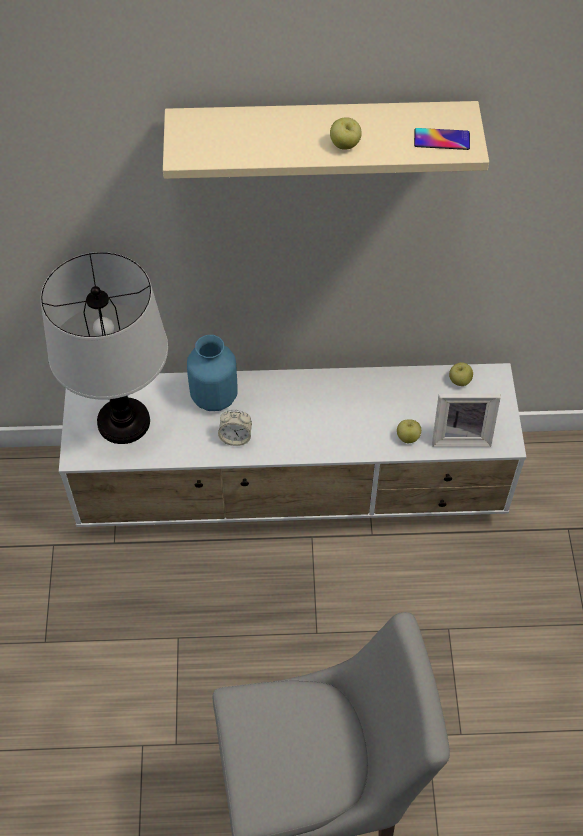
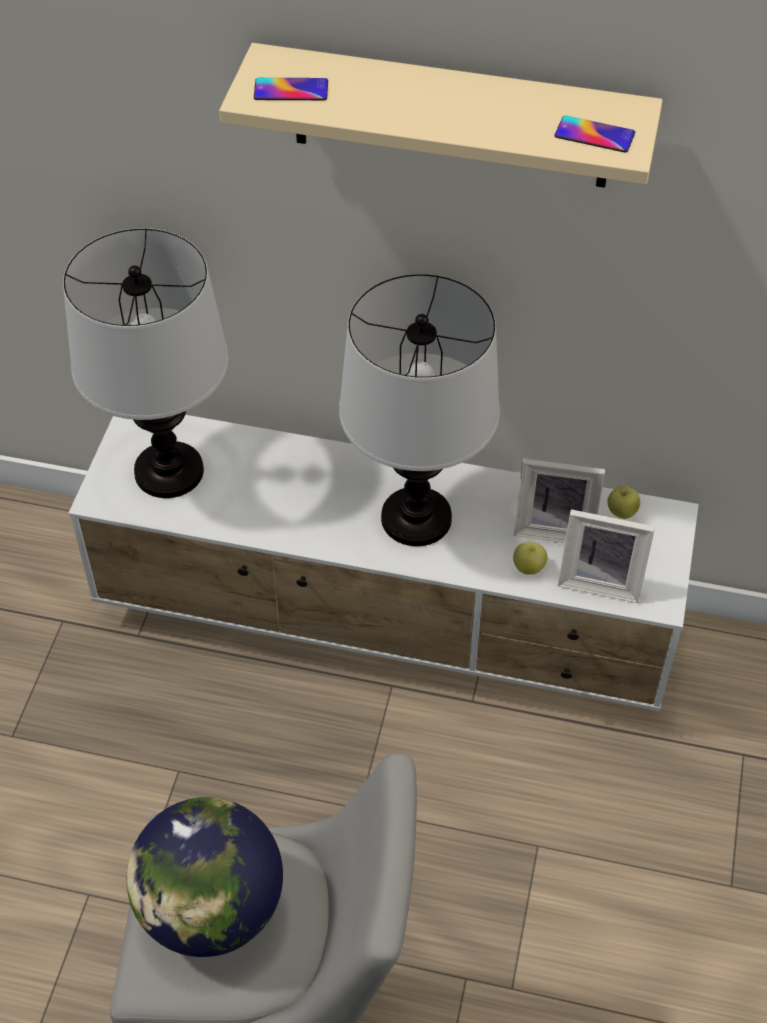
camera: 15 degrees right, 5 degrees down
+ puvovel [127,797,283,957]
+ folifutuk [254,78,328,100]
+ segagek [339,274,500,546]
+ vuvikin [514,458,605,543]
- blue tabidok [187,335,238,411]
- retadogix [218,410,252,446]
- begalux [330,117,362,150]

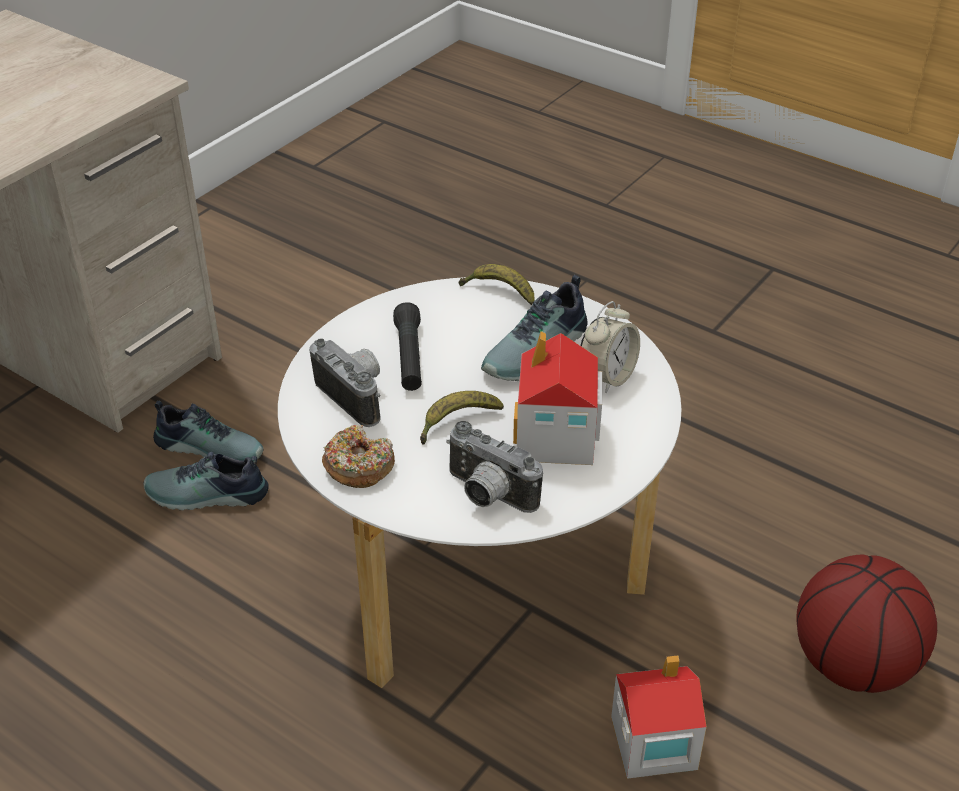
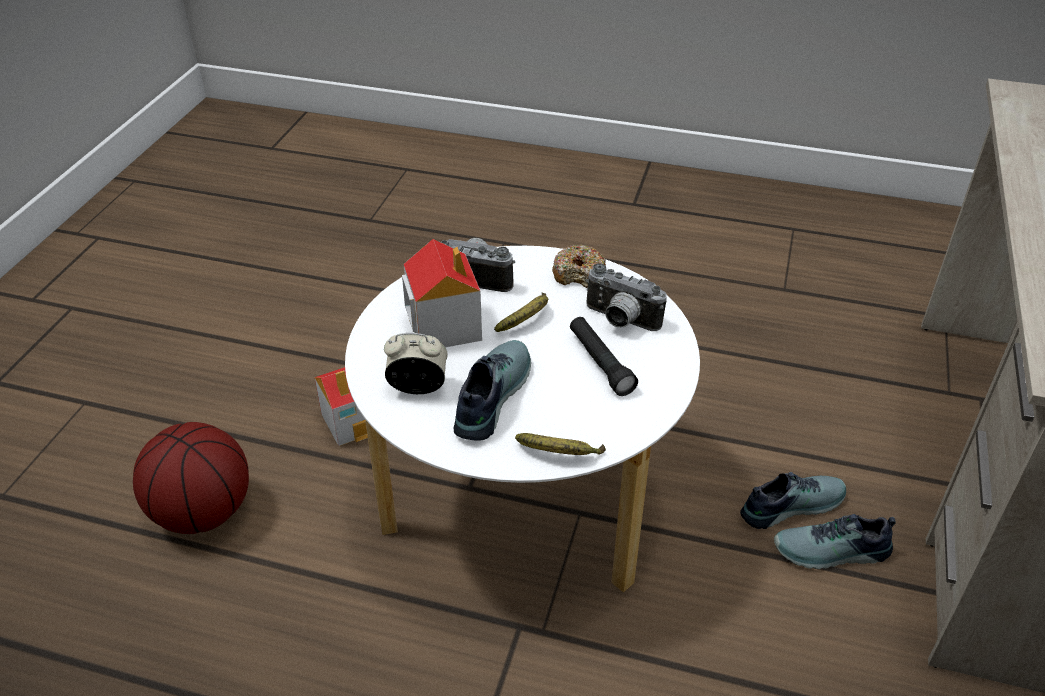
camera: 160 degrees right, 0 degrees up
~ retadogix [580,301,640,393] = [384,333,448,394] 75 degrees clockwise

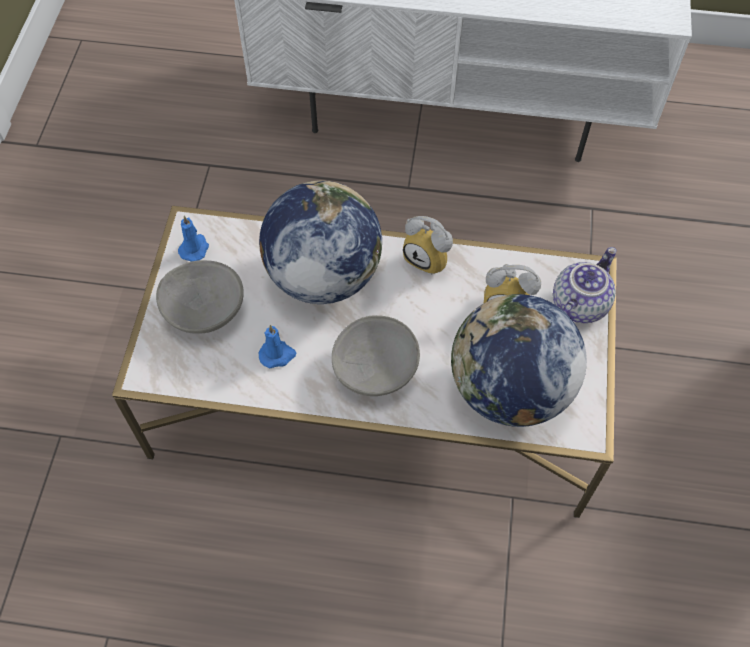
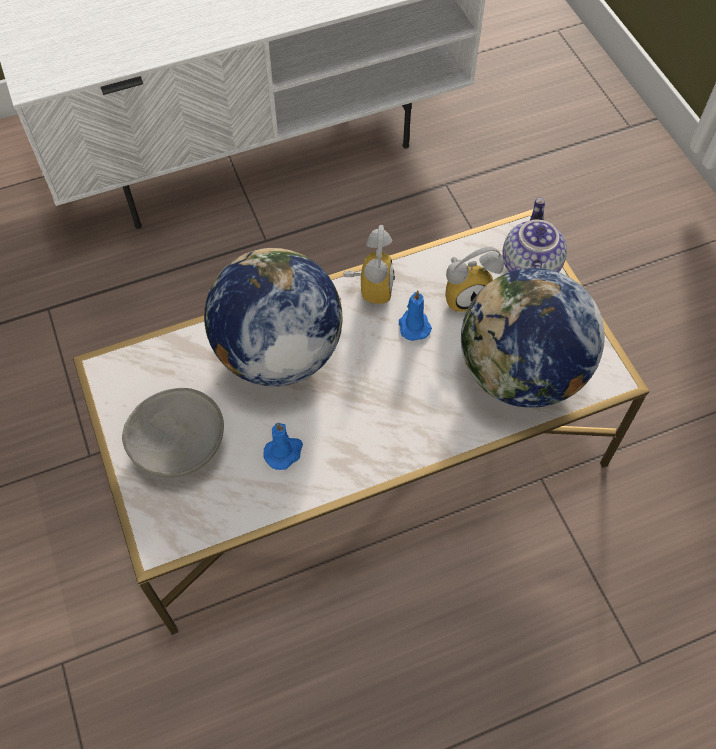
camera: 30 degrees left, 0 degrees up
~ retadogix [403,216,453,275] = [343,225,395,304] 90 degrees counterclockwise
~ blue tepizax [178,215,209,261] to [399,290,432,341]
- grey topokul [332,315,420,396]

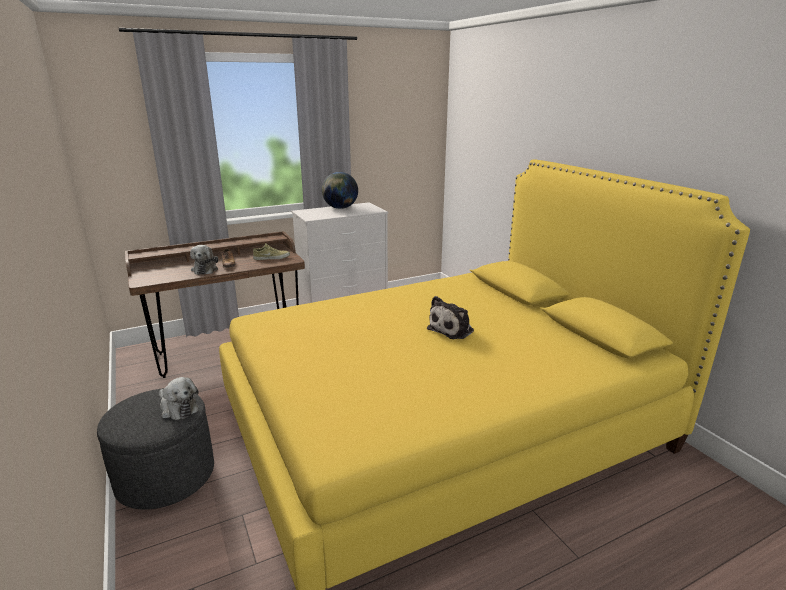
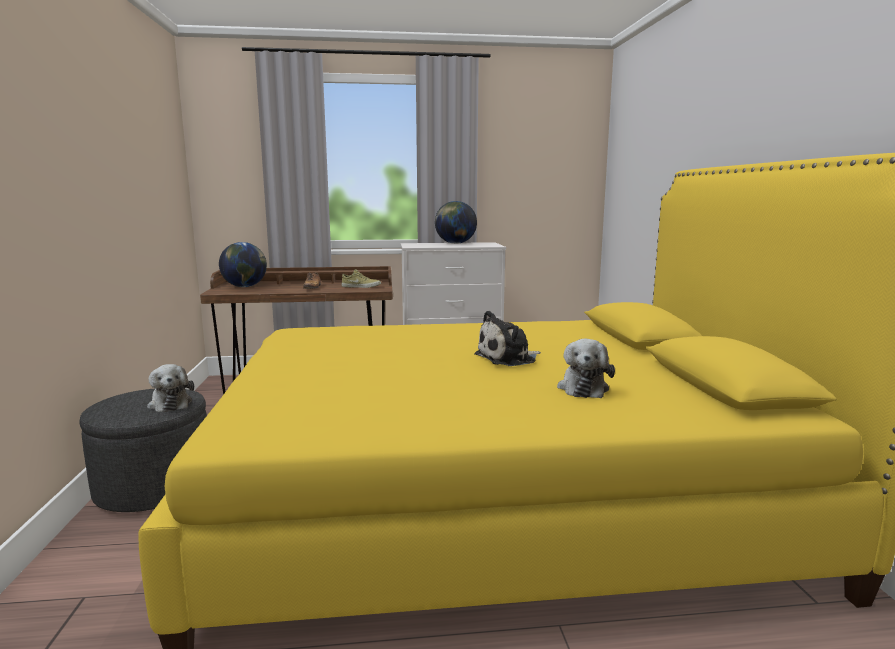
camera: 20 degrees right, 10 degrees down
+ puvovel [219,242,267,287]
~ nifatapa [190,245,218,275] to [557,338,615,398]

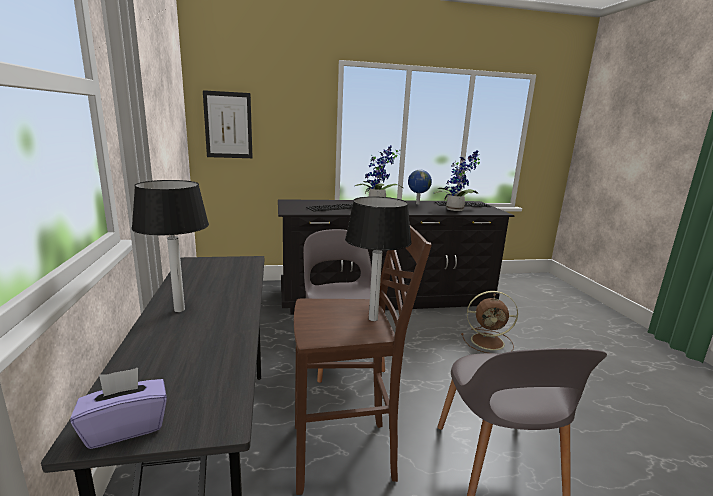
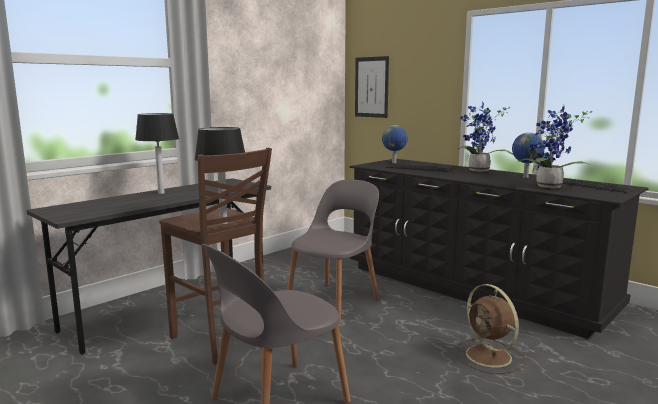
camera: 55 degrees right, 5 degrees down
+ puvovel [382,125,408,163]
- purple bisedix [70,368,167,449]

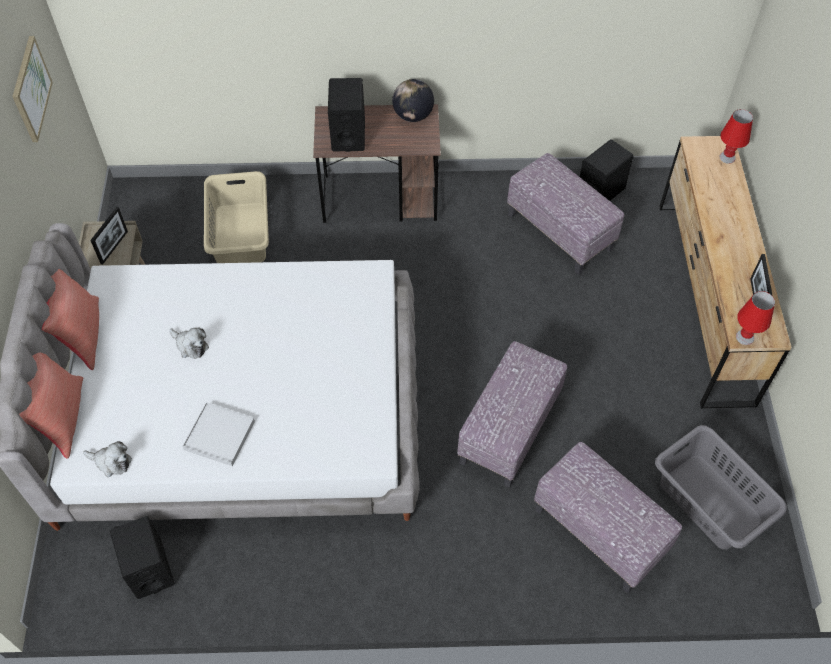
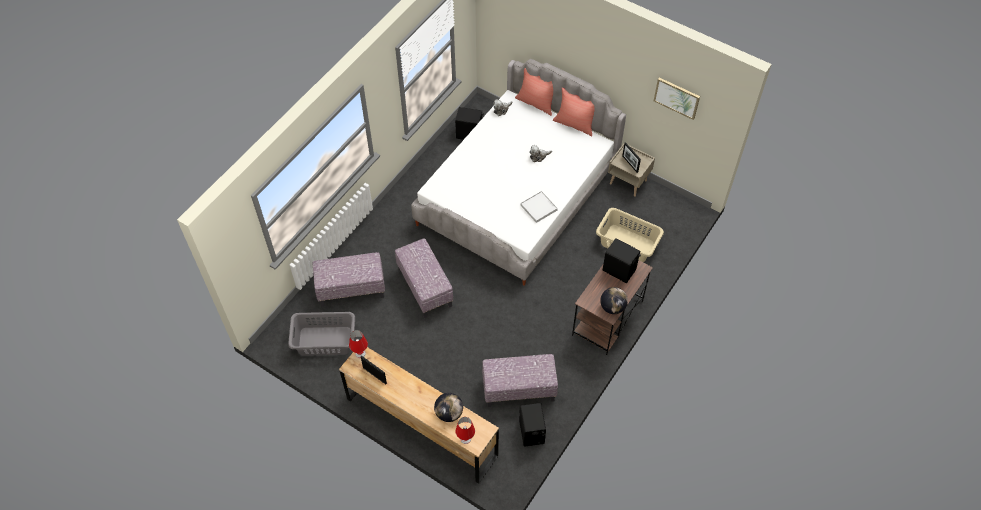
camera: 125 degrees right, 0 degrees up
+ puvovel [434,393,463,422]
~ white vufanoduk [182,402,255,466] to [520,191,558,223]

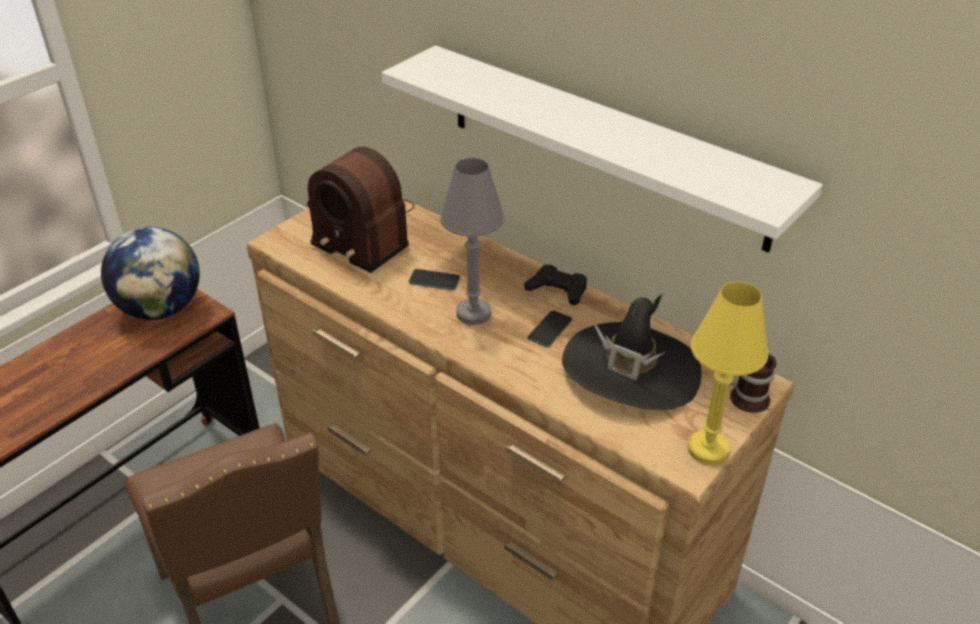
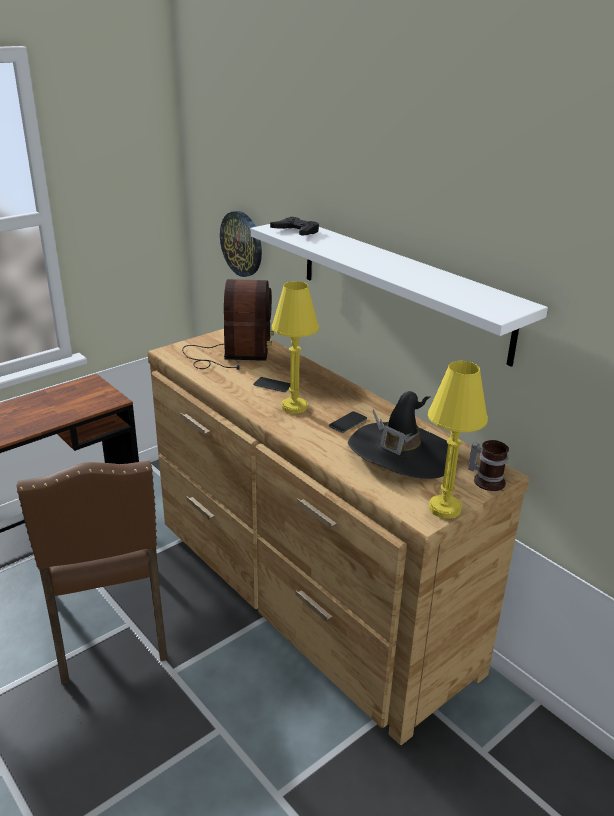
camera: 10 degrees right, 10 degrees down
~ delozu [307,147,415,273] = [182,279,274,370] 135 degrees counterclockwise
+ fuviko [220,211,262,277]
~ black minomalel [524,265,587,305] to [270,217,319,236]
~ grey segagek [440,158,504,325] to yellow segagek [272,281,319,414]
- puvovel [101,227,200,320]

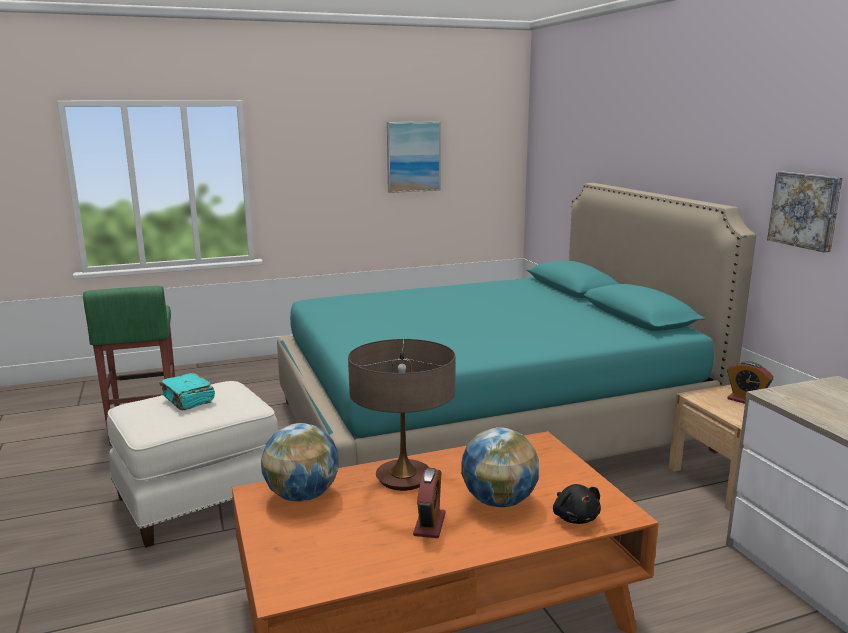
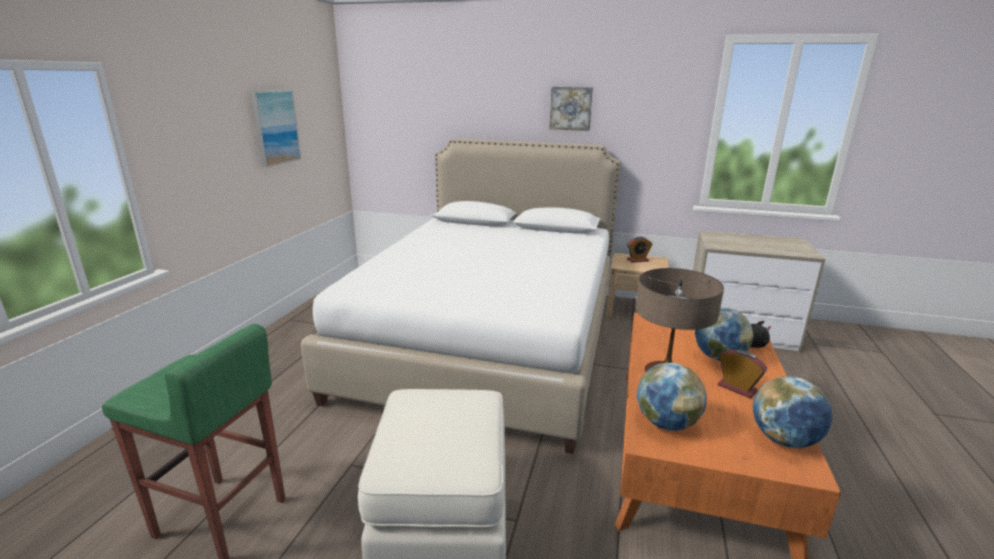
camera: 55 degrees left, 5 degrees up
~ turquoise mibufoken [277,183,756,468] to white mibufoken [301,139,621,454]
~ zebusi [767,172,843,252] to [549,87,593,131]
+ puvovel [753,376,833,448]
- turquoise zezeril [159,373,215,410]

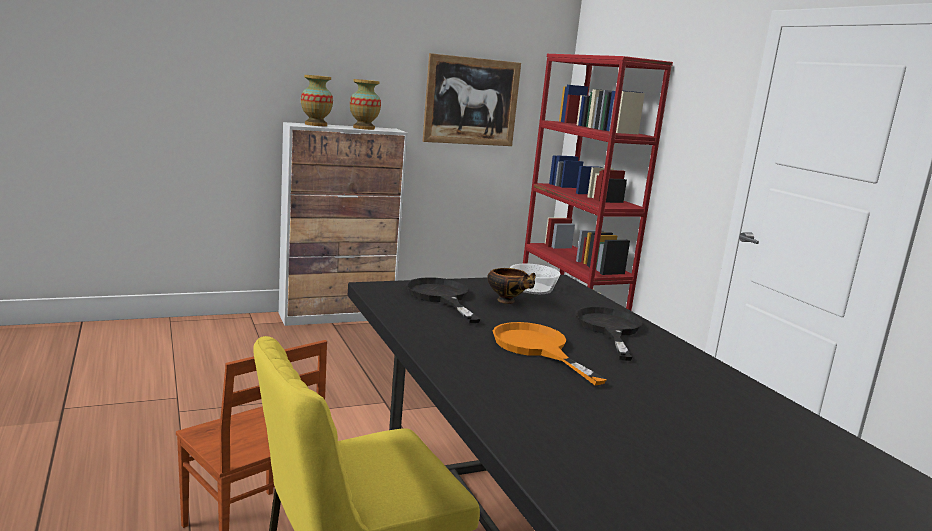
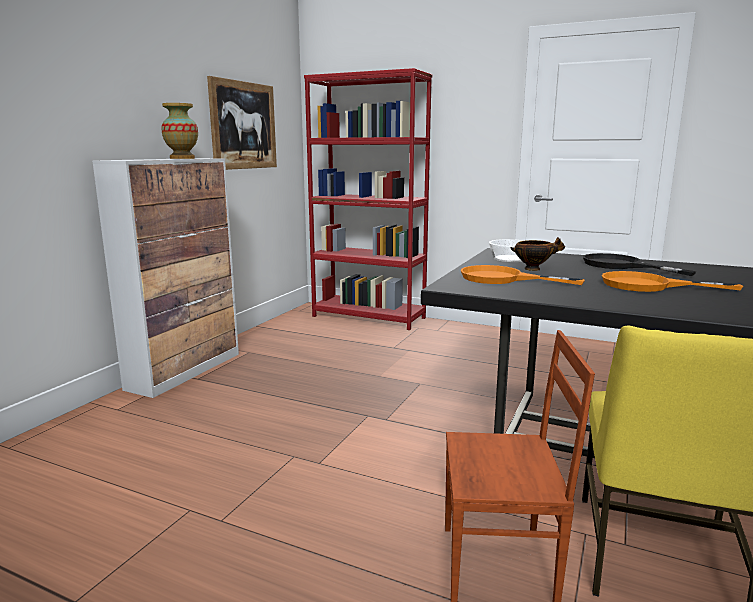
camera: 40 degrees left, 0 degrees up
~ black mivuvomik [406,277,481,323] to orange mivuvomik [461,265,585,285]
- tabidok [301,75,333,126]

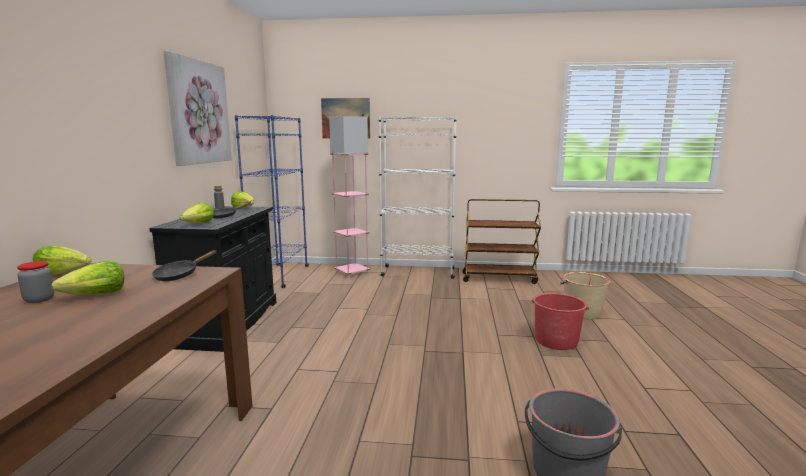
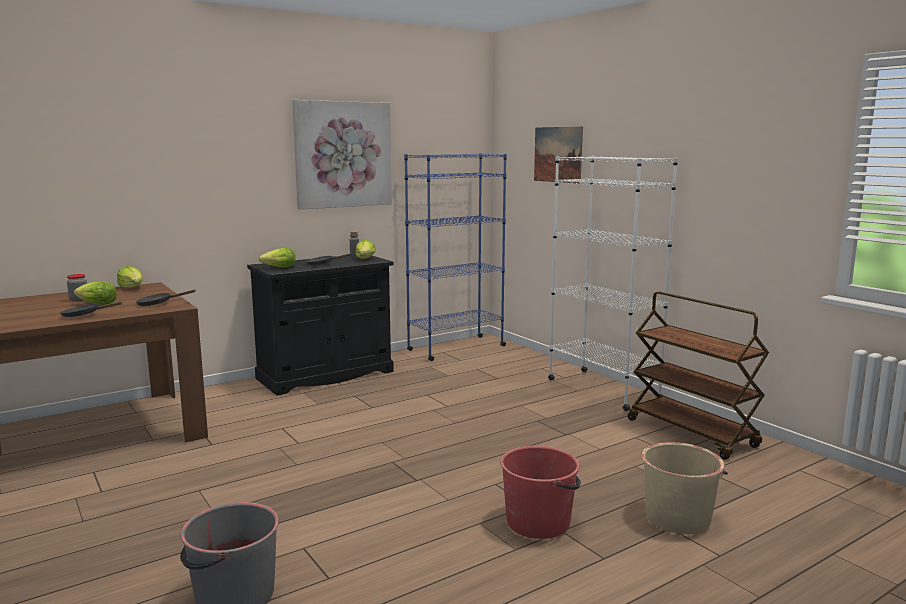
camera: 50 degrees right, 0 degrees up
+ black mivuvomik [60,302,122,317]
- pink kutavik [329,116,370,278]

